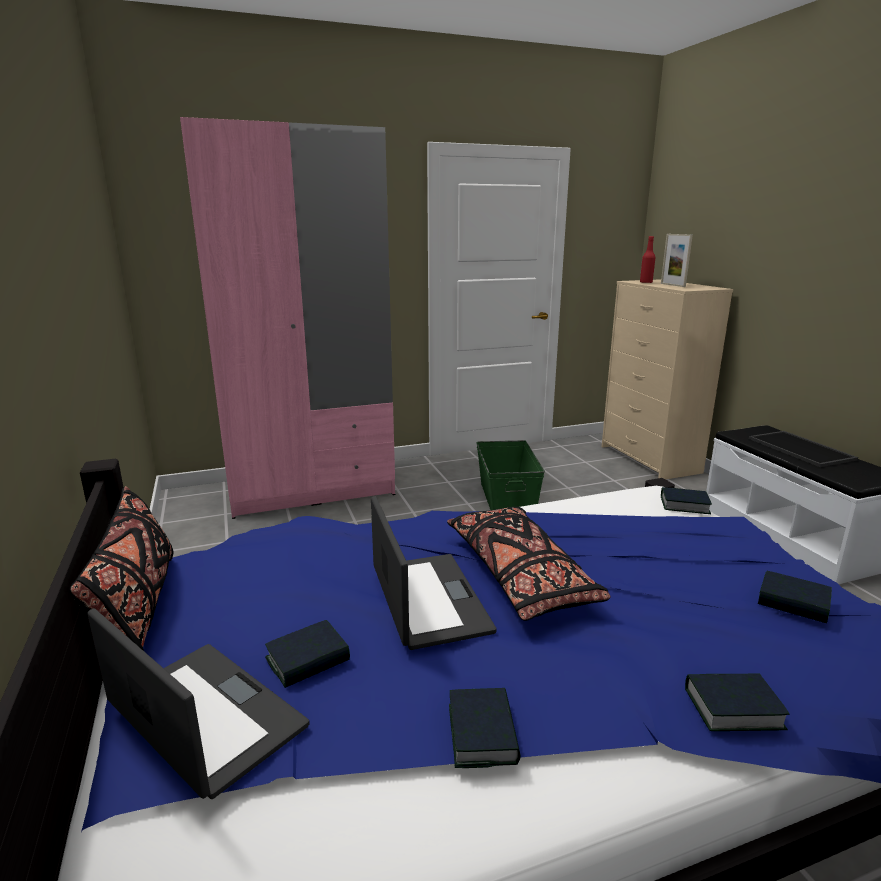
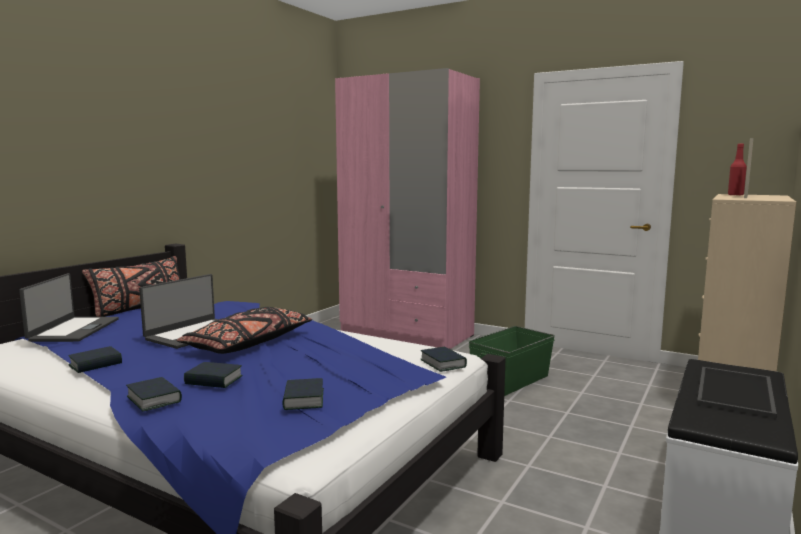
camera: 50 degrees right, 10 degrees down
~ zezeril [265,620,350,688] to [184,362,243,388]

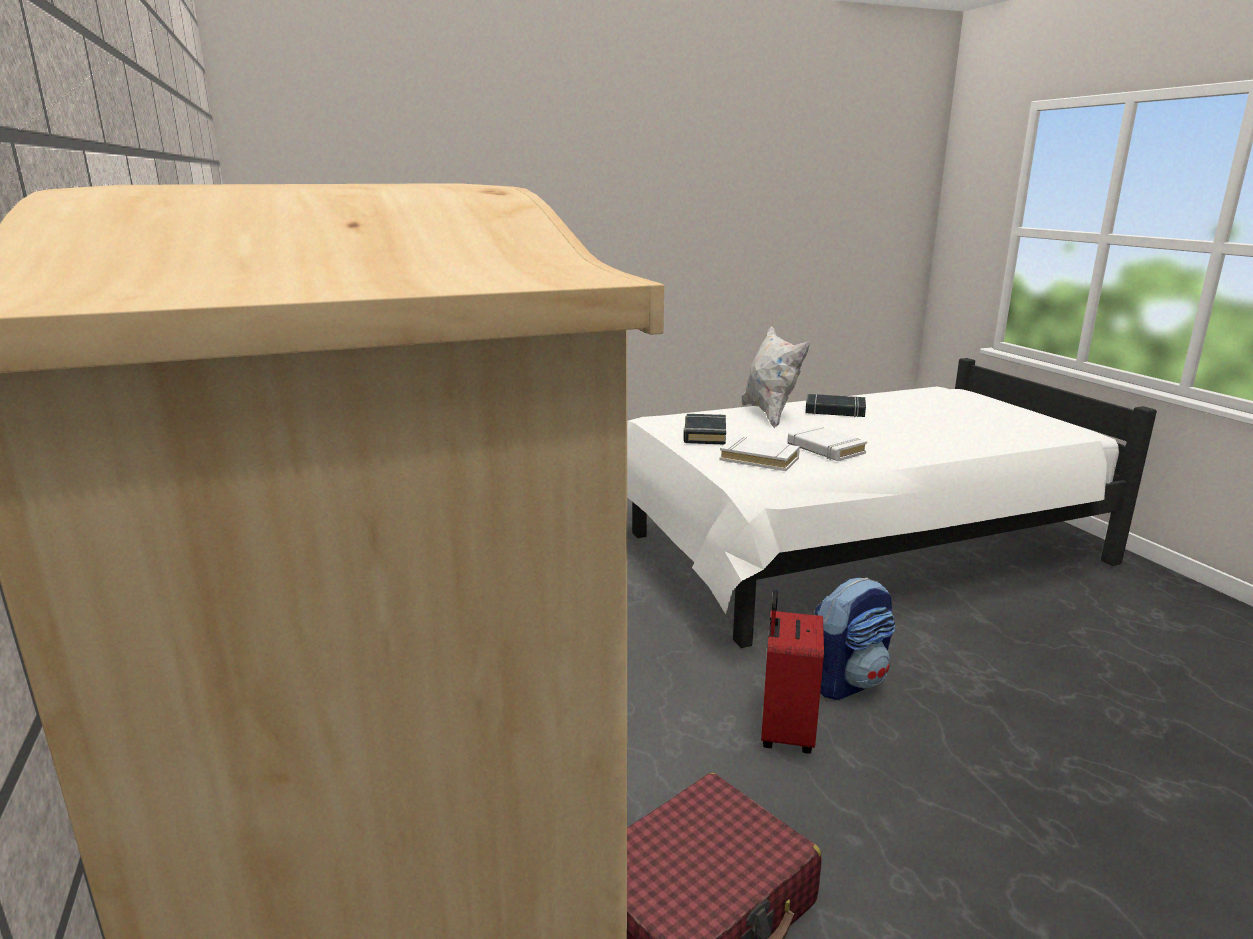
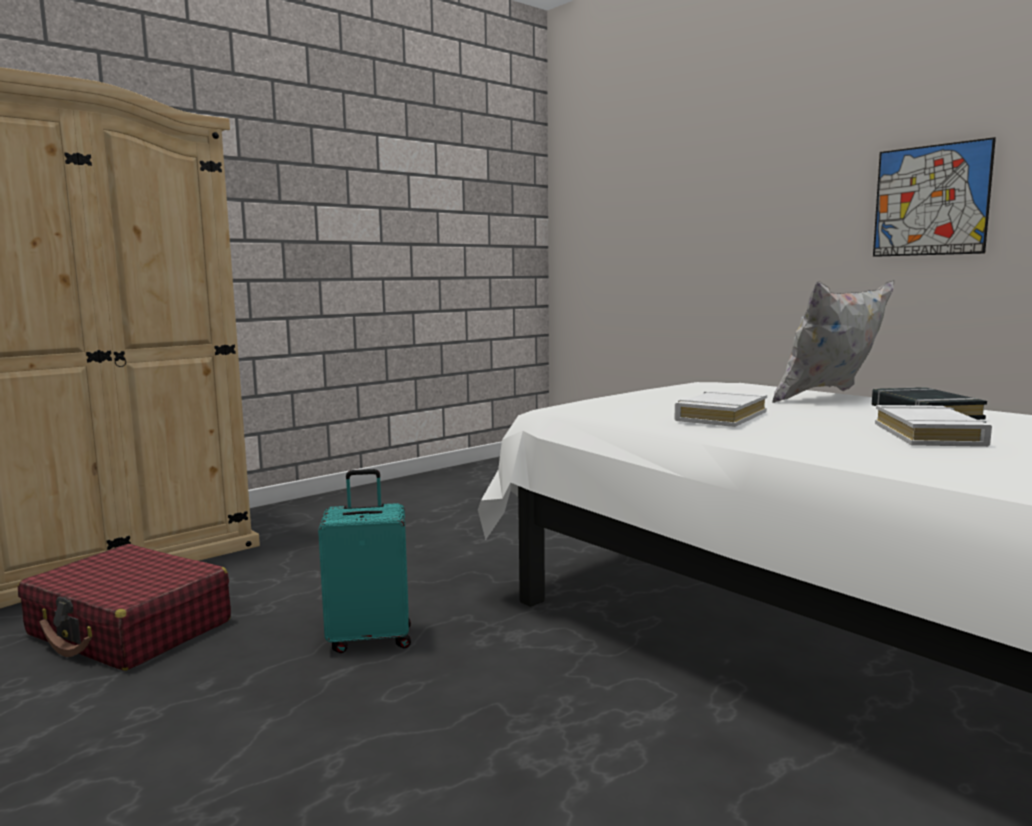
camera: 70 degrees right, 10 degrees down
~ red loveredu [761,590,824,754] to turquoise loveredu [318,469,411,653]
+ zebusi [873,137,996,257]
~ white zezeril [719,437,800,471] to [875,405,992,447]
- black zezeril [683,414,726,444]
- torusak [815,578,896,700]

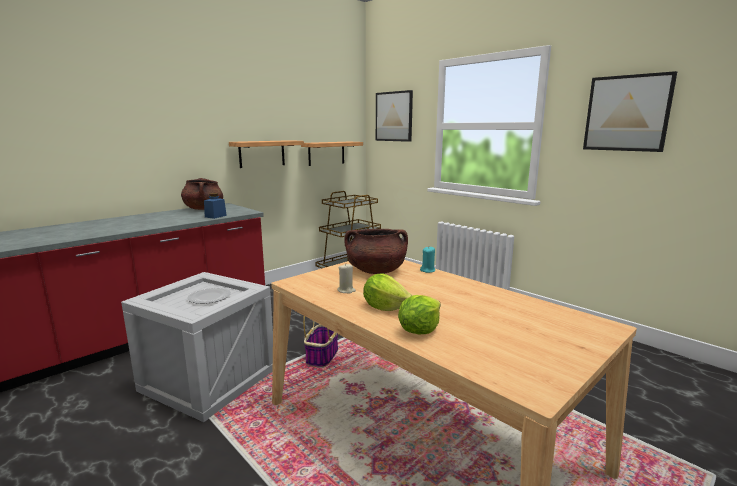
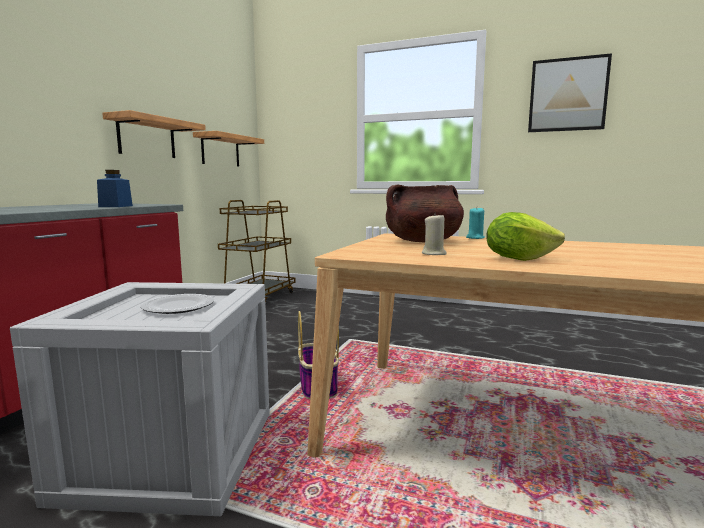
camera: 25 degrees left, 5 degrees down
- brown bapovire [181,178,223,210]
- zebusi [376,90,413,142]
- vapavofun [398,295,440,334]

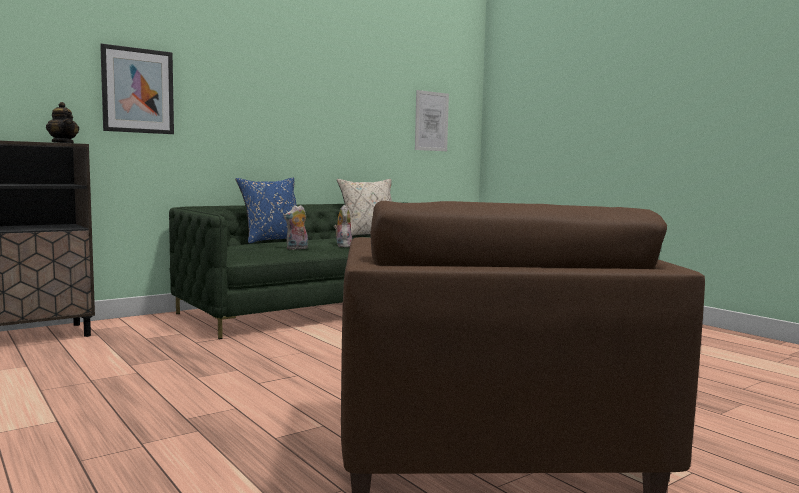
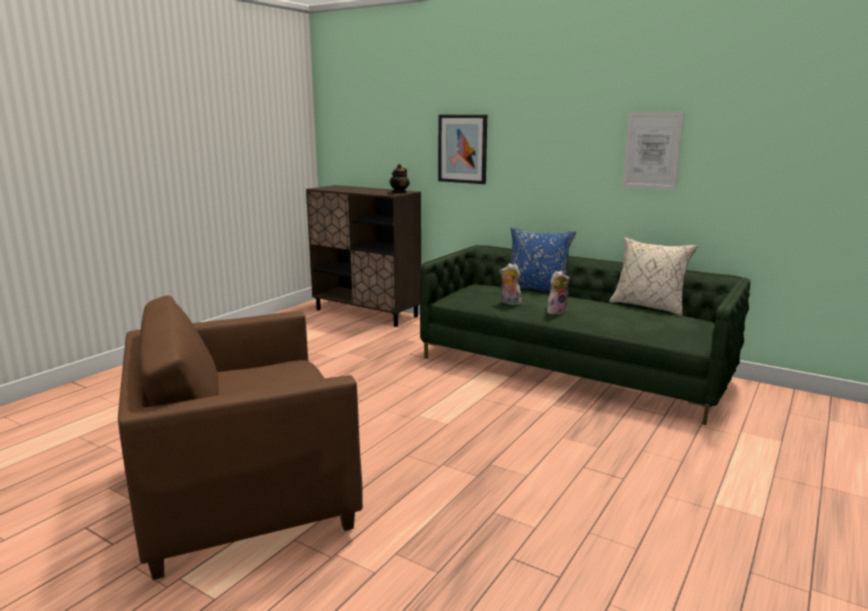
camera: 70 degrees right, 10 degrees up
~ zebusi [415,90,449,151] to [622,112,684,190]

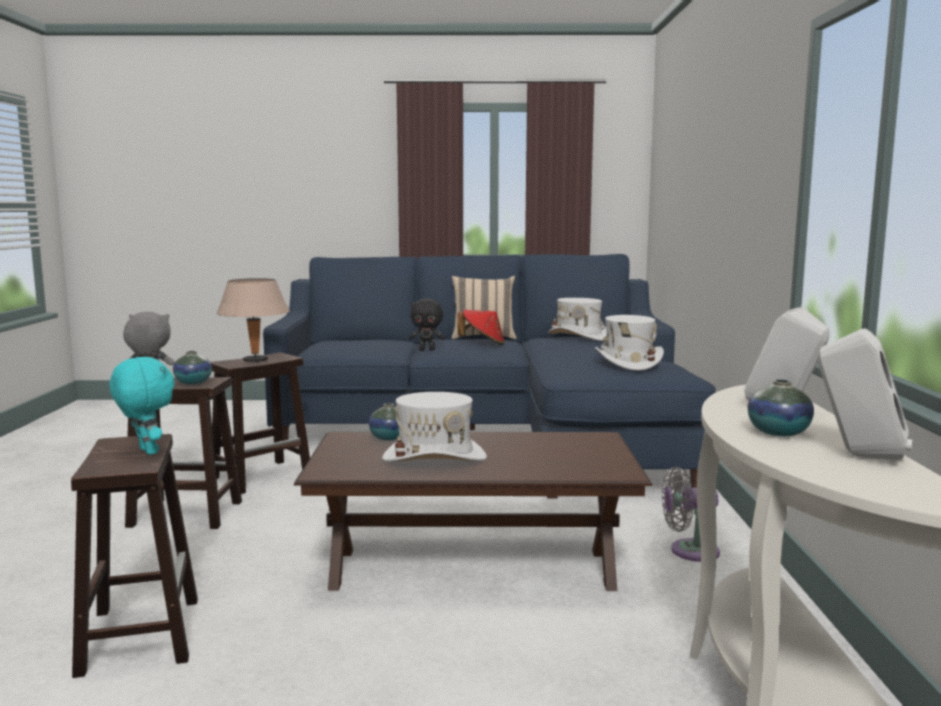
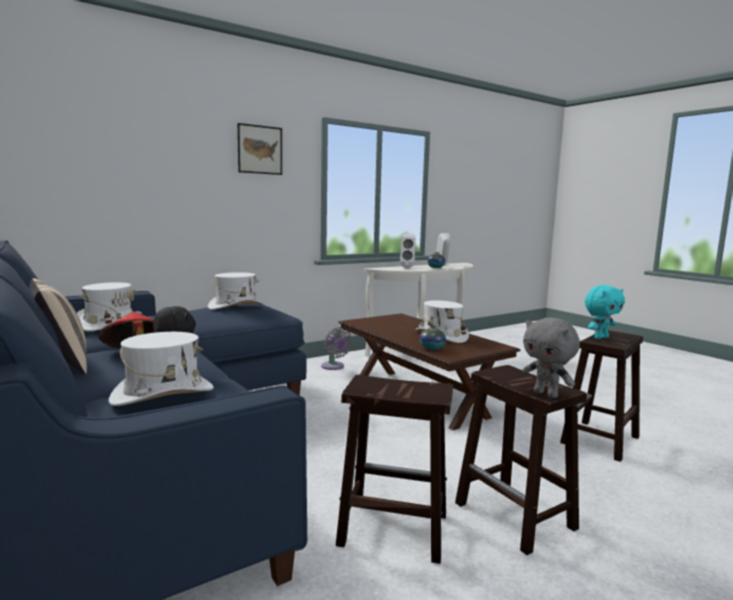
camera: 125 degrees left, 0 degrees up
+ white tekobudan [109,332,214,406]
+ zebusi [237,123,282,175]
~ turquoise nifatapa [110,357,175,455] = [585,285,625,339] 135 degrees counterclockwise
- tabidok [173,351,212,384]
- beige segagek [216,278,290,363]

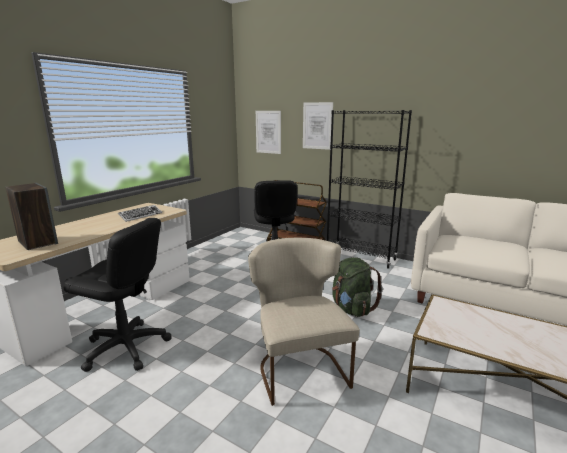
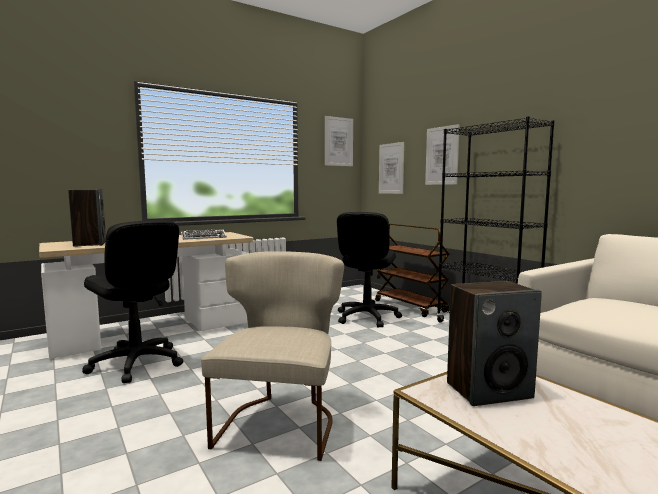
camera: 25 degrees right, 10 degrees down
+ zebusi [325,116,353,166]
+ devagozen [447,281,542,406]
- green torusak [332,257,383,317]

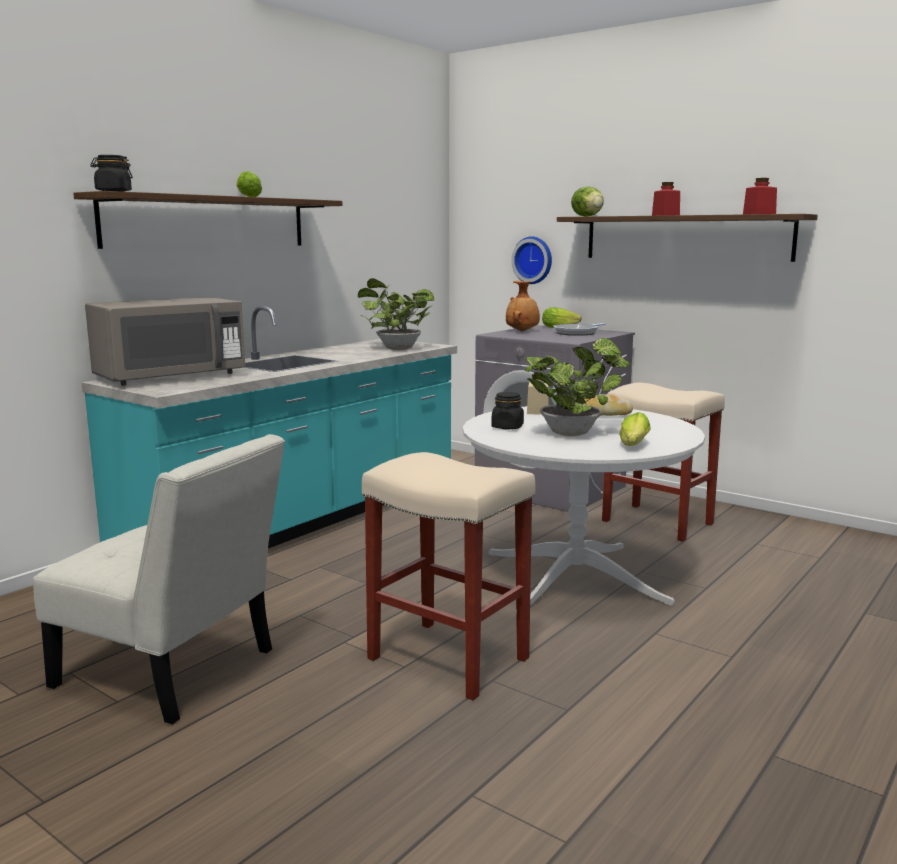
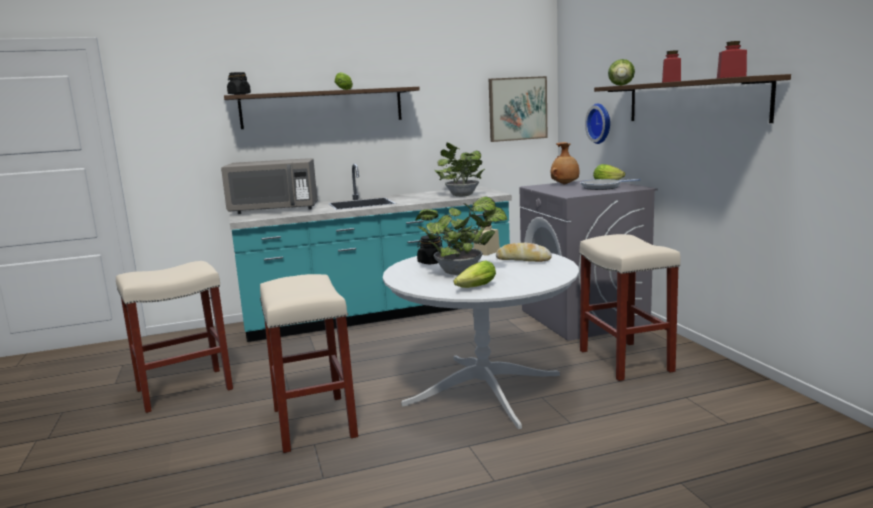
camera: 35 degrees right, 0 degrees up
~ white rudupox [33,434,285,725] to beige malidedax [116,261,233,413]
+ zebusi [489,76,547,142]

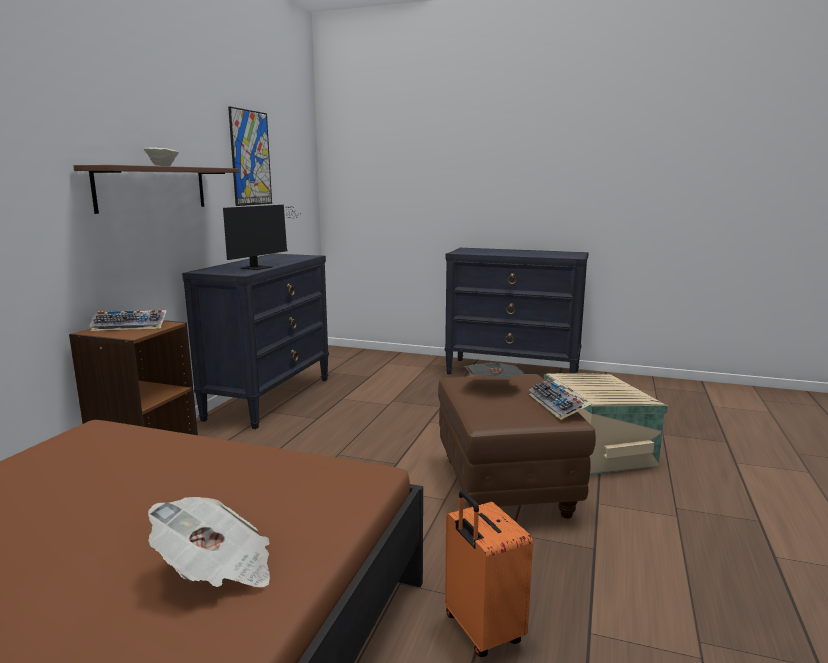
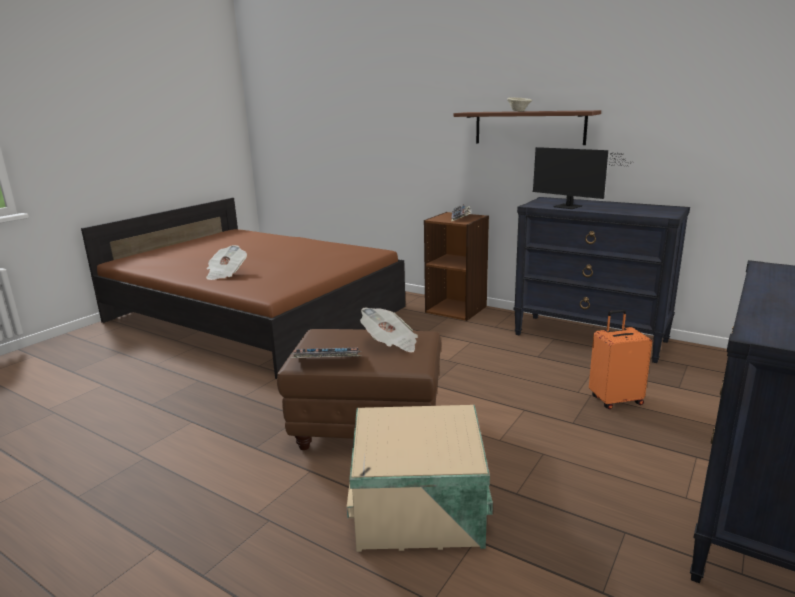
camera: 105 degrees right, 5 degrees up
~ orange loveredu [445,490,533,657] to [589,309,652,409]
- zebusi [228,106,272,206]

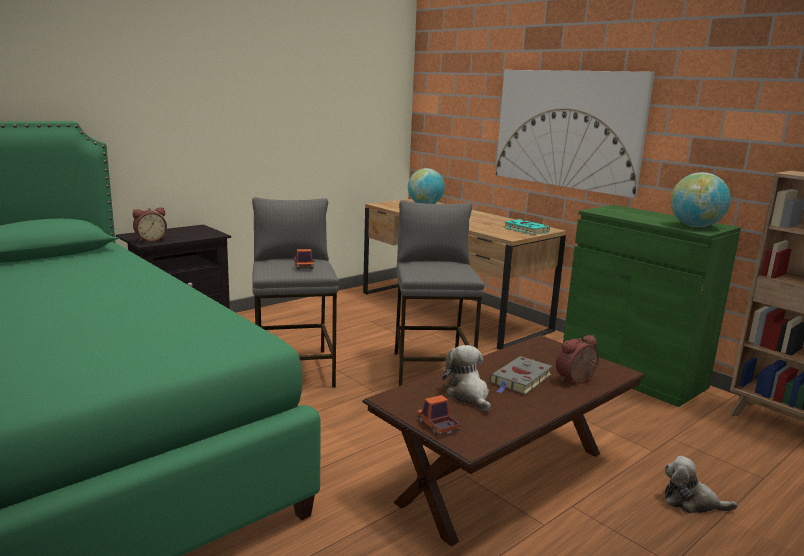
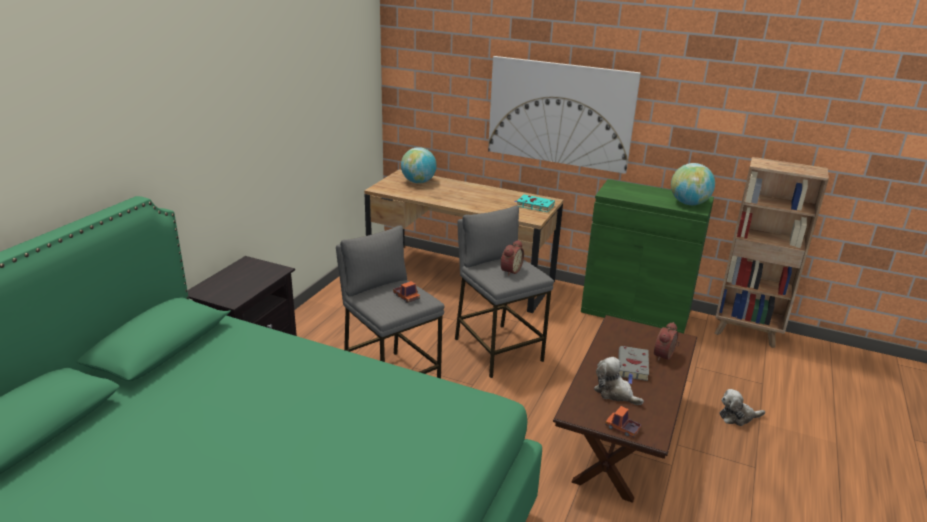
camera: 25 degrees left, 10 degrees up
~ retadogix [133,207,167,242] to [501,240,524,276]

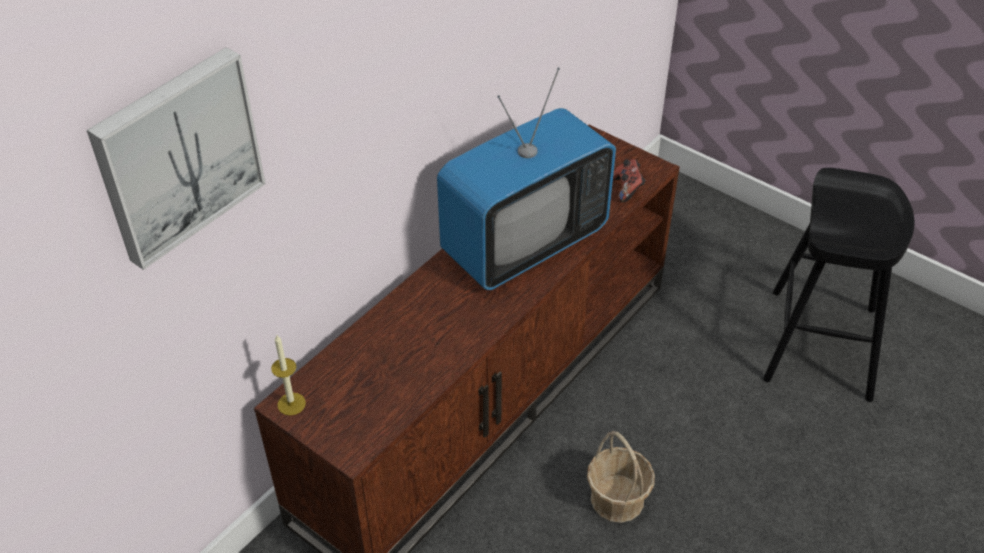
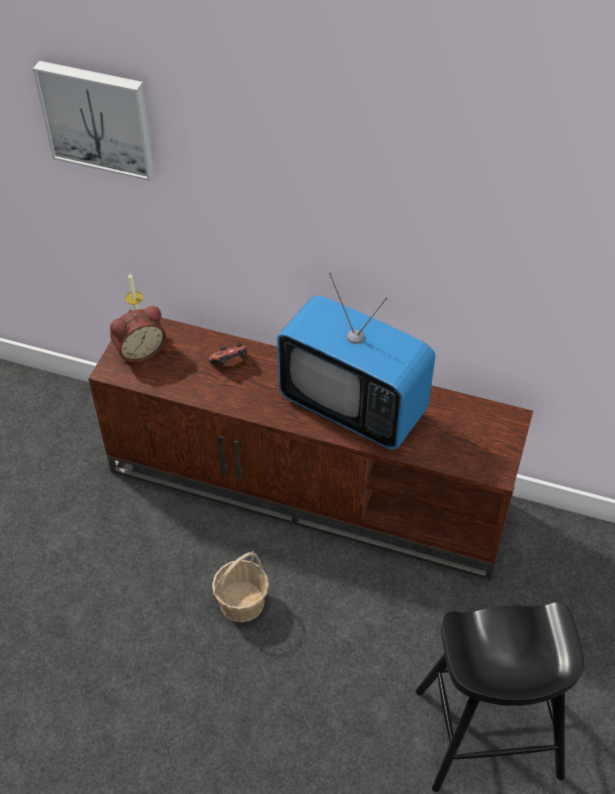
camera: 70 degrees right, 5 degrees up
+ retadogix [110,306,166,363]
~ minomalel [613,159,646,202] to [209,343,247,365]

